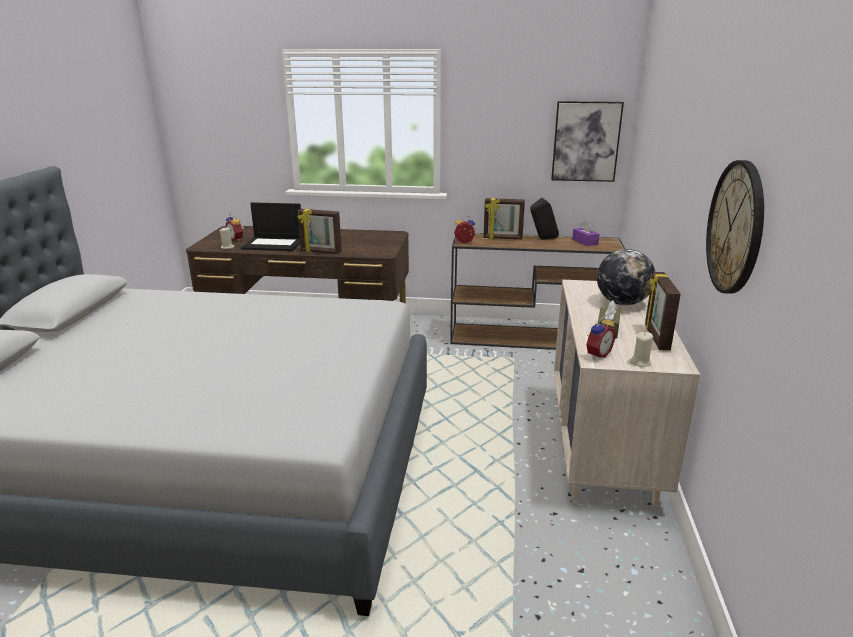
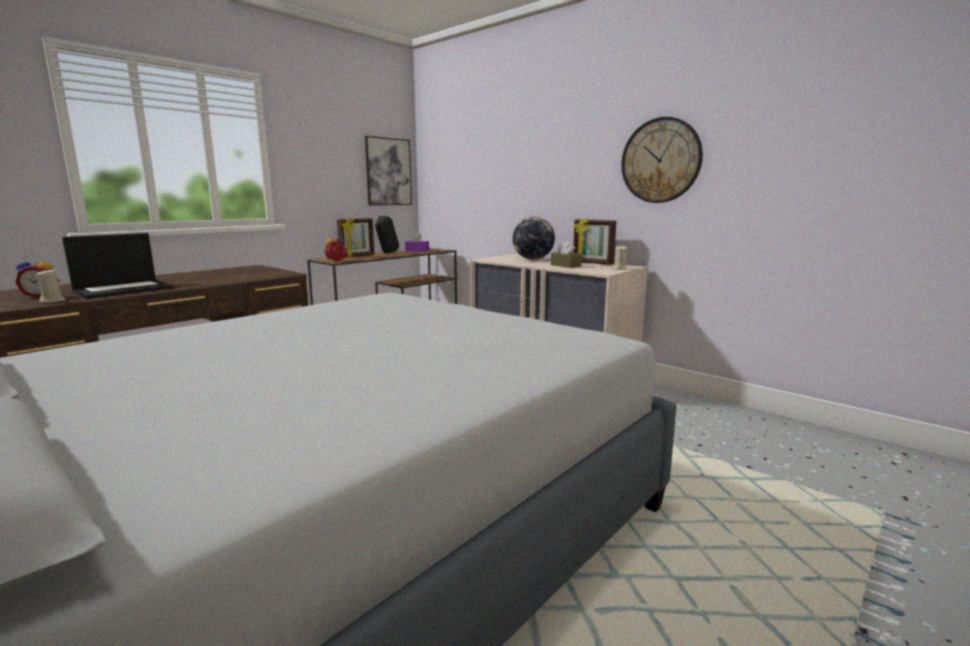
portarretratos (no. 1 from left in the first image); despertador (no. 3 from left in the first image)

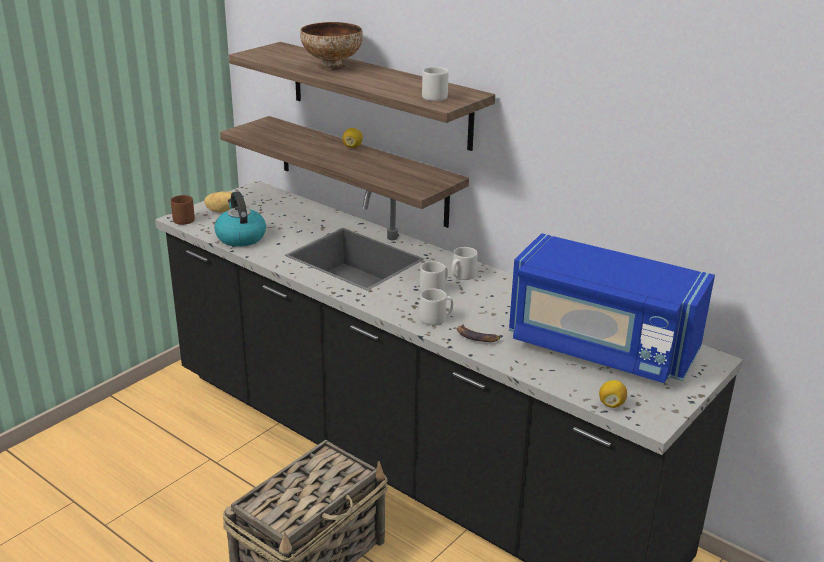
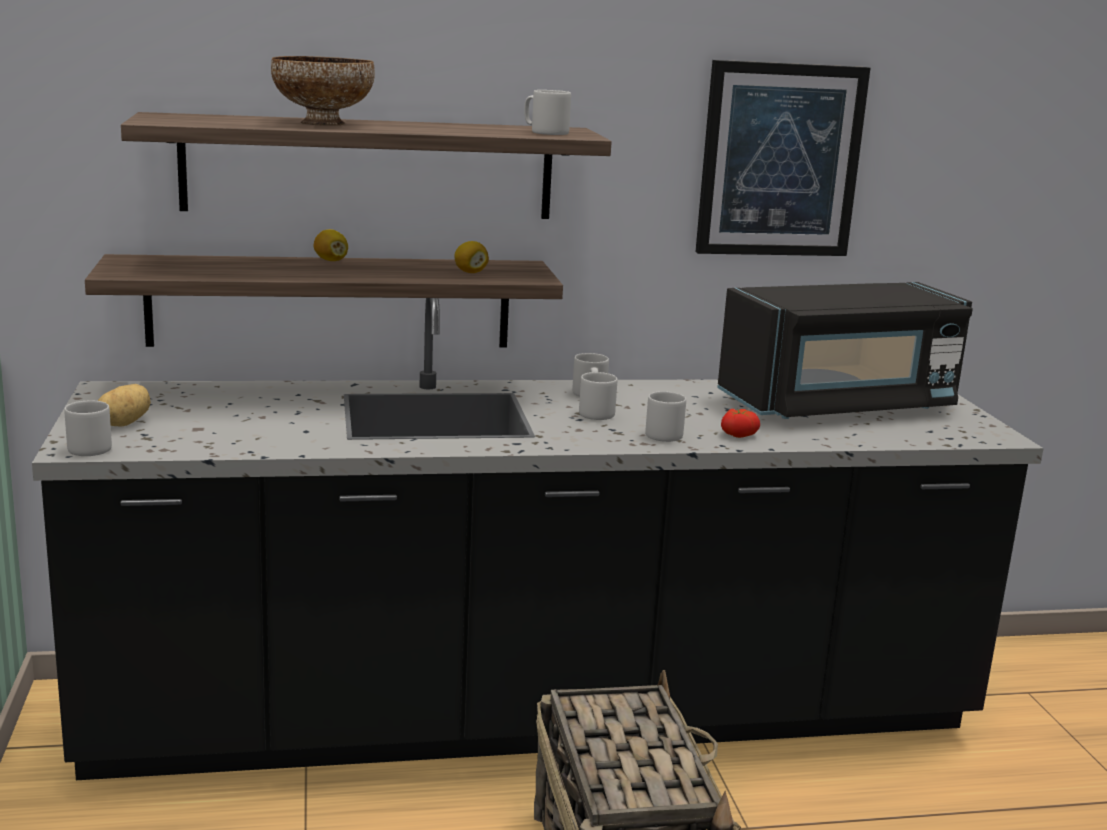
taza grande [gris] (no. 1 from left); hervidor; tomate; microondas [negro]; limón (no. 2 from left); cuadro

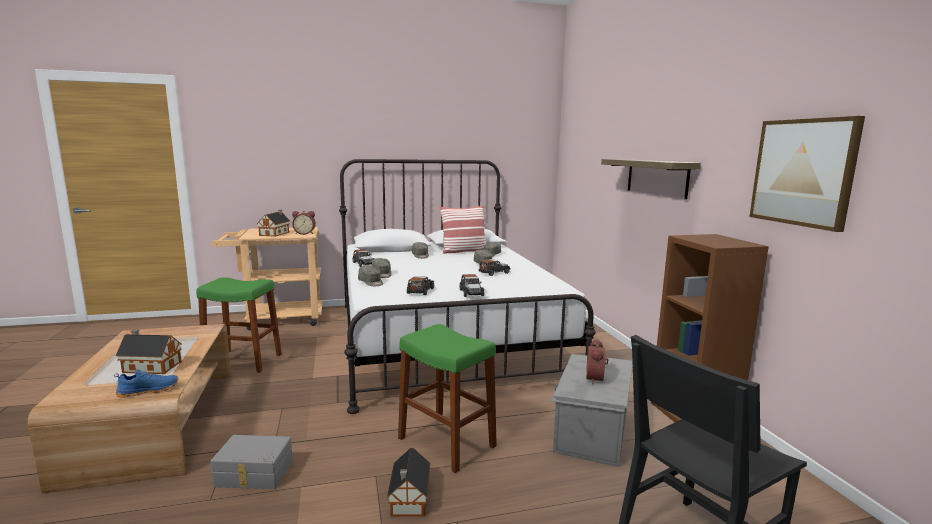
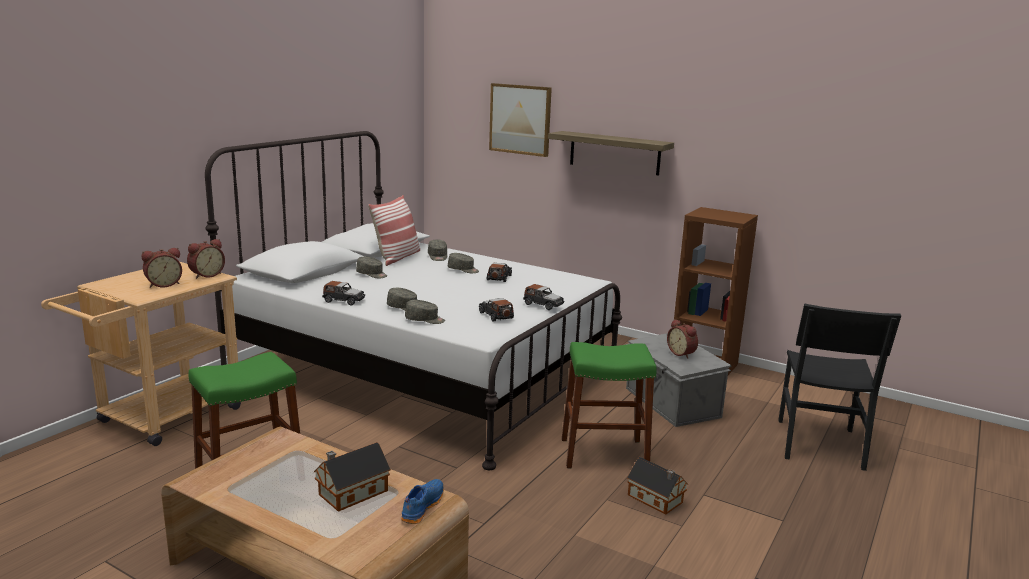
caja de almacenaje [gris] (no. 1 from left in the first image); despertador (no. 1 from left); cuadro

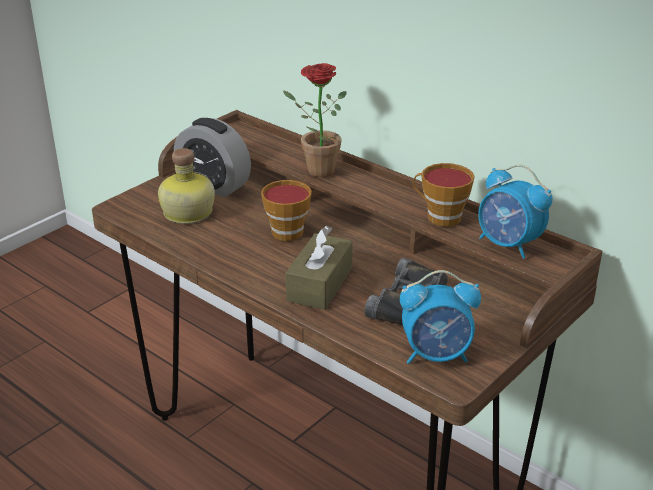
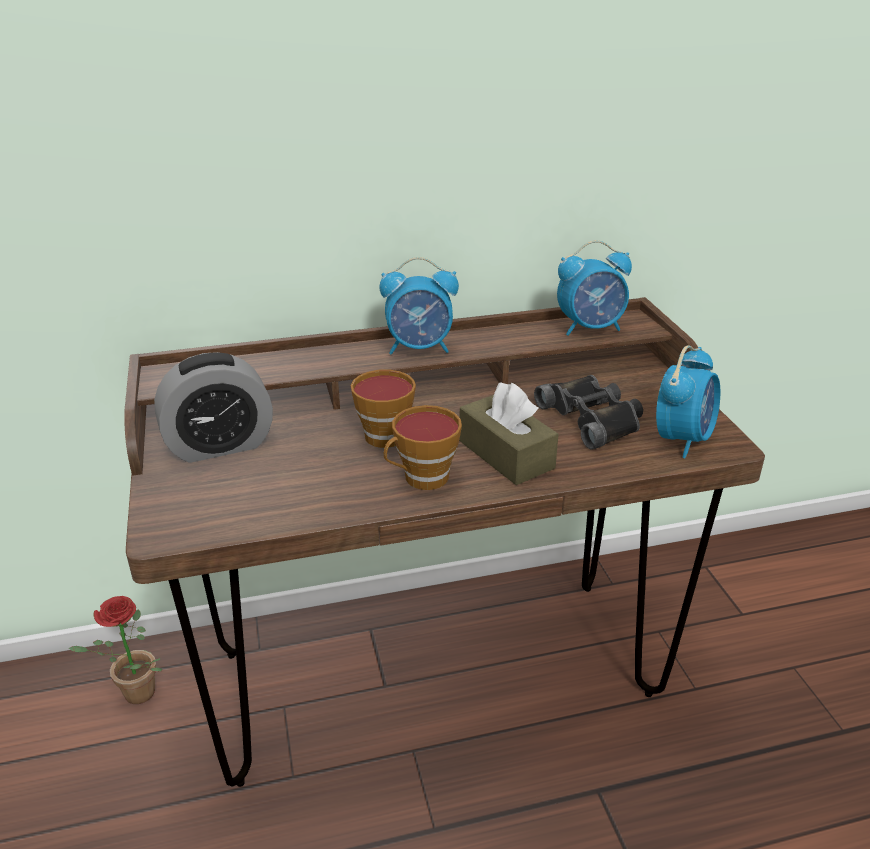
botella; planta en maceta; taza (no. 2 from left); despertador (no. 2 from left)

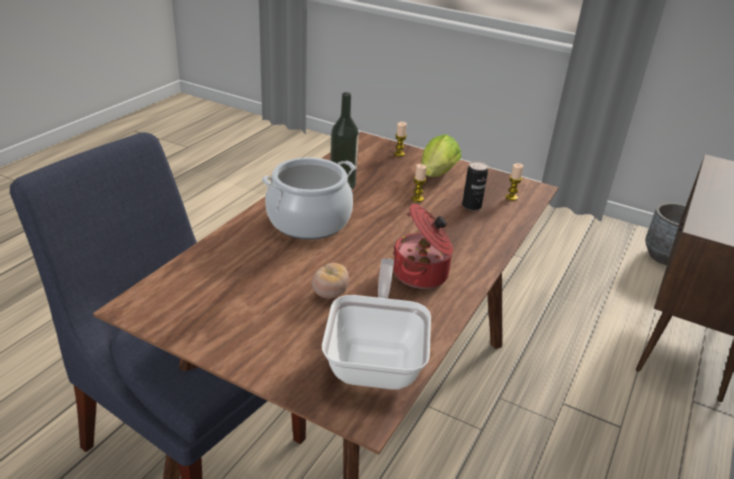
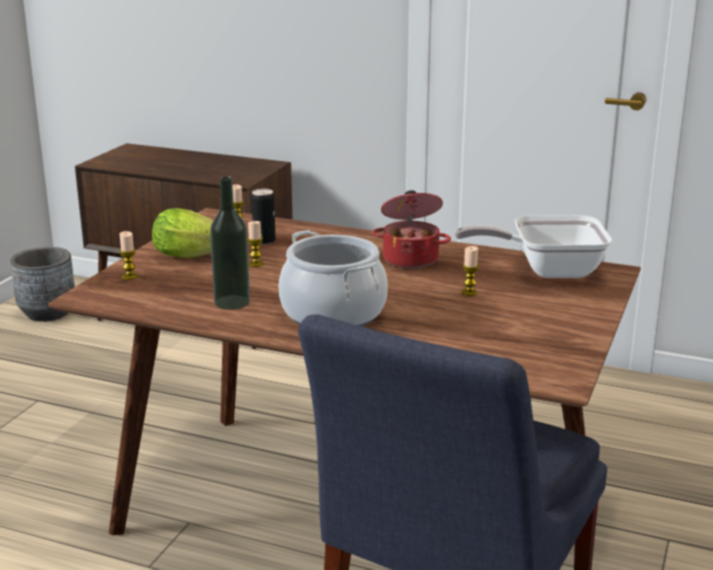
vela (no. 4 from left)

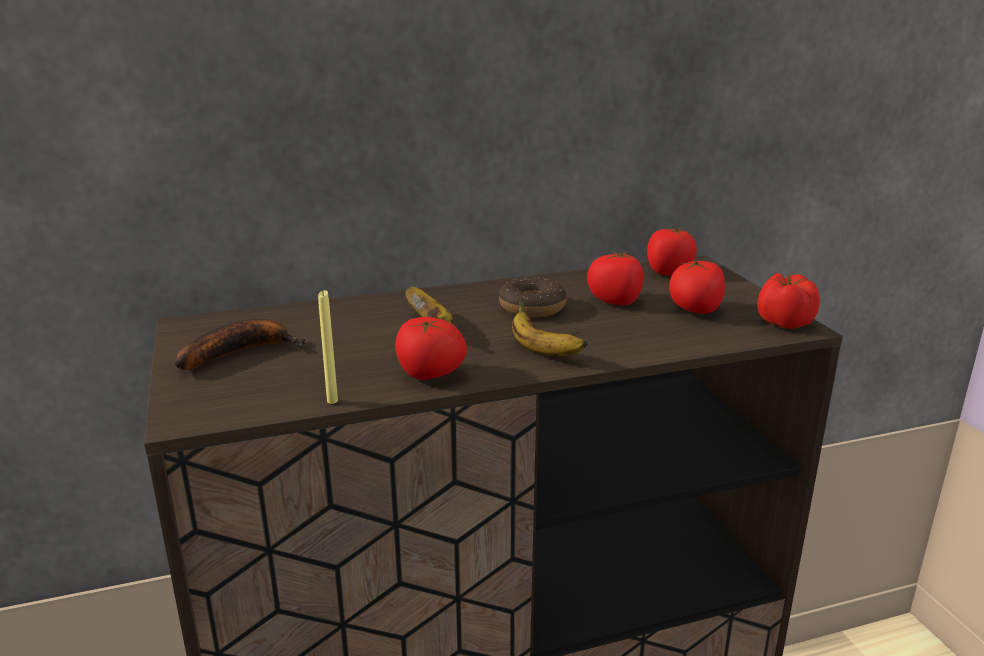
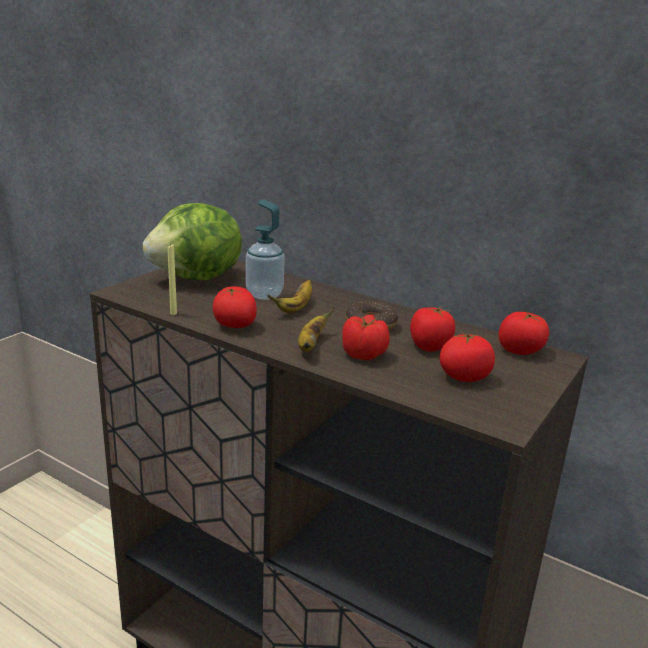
lechuga; tomate (no. 2 from left); dispensador de jabón

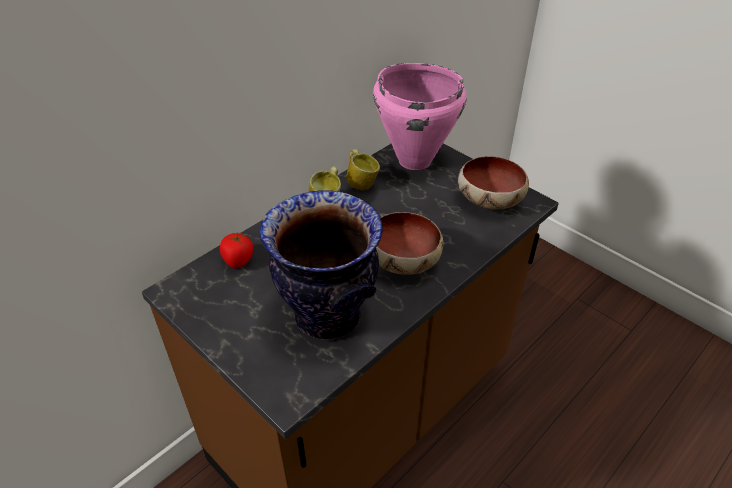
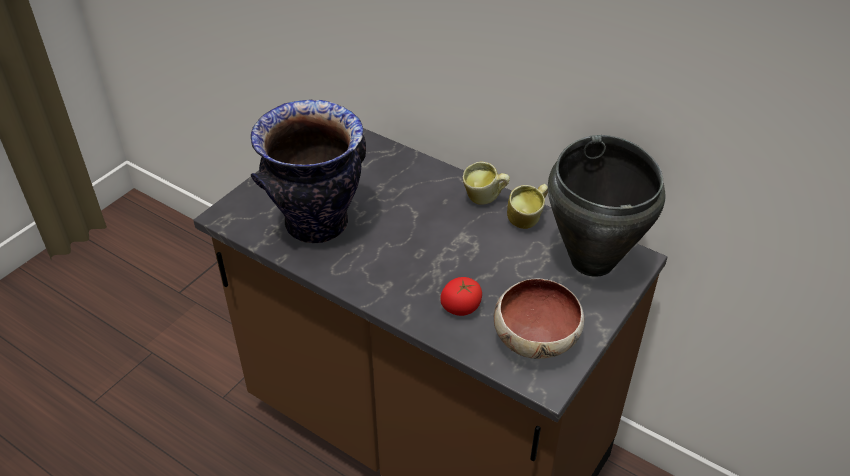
tomate; olla [negro]; cuenco (no. 1 from left in the first image)

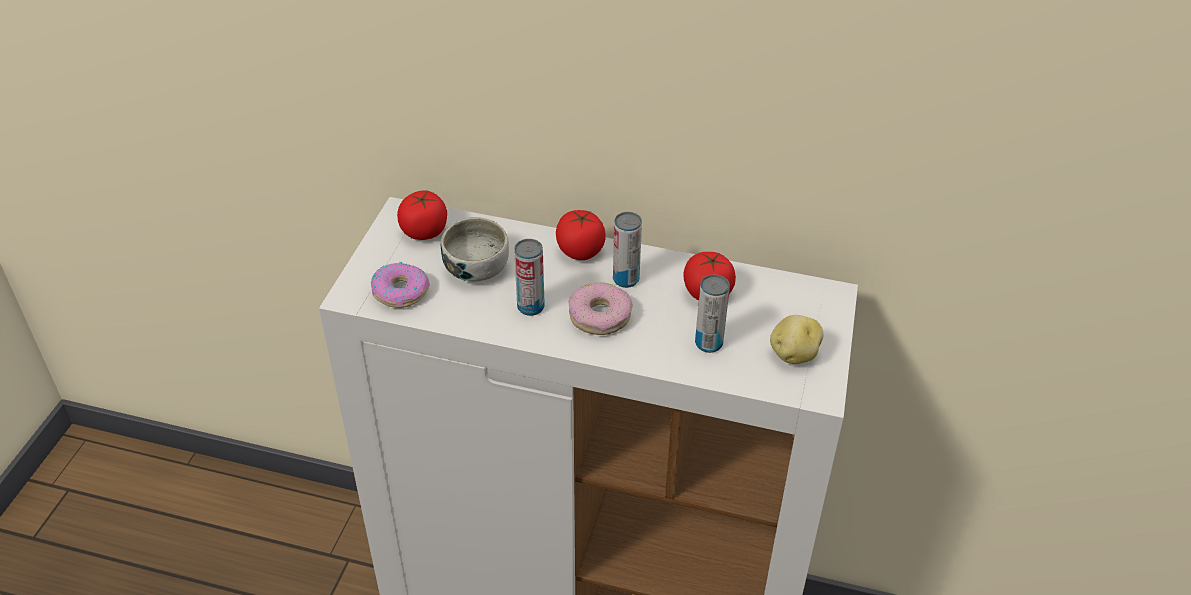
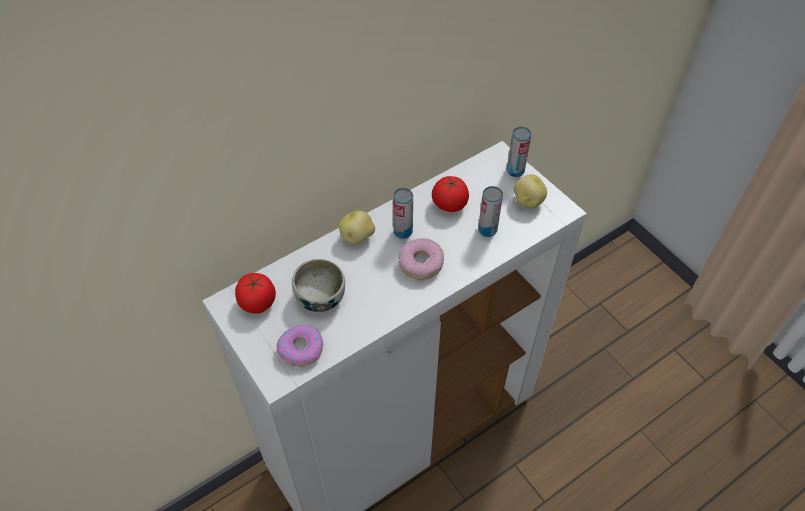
lata (no. 3 from left); patata (no. 1 from left)

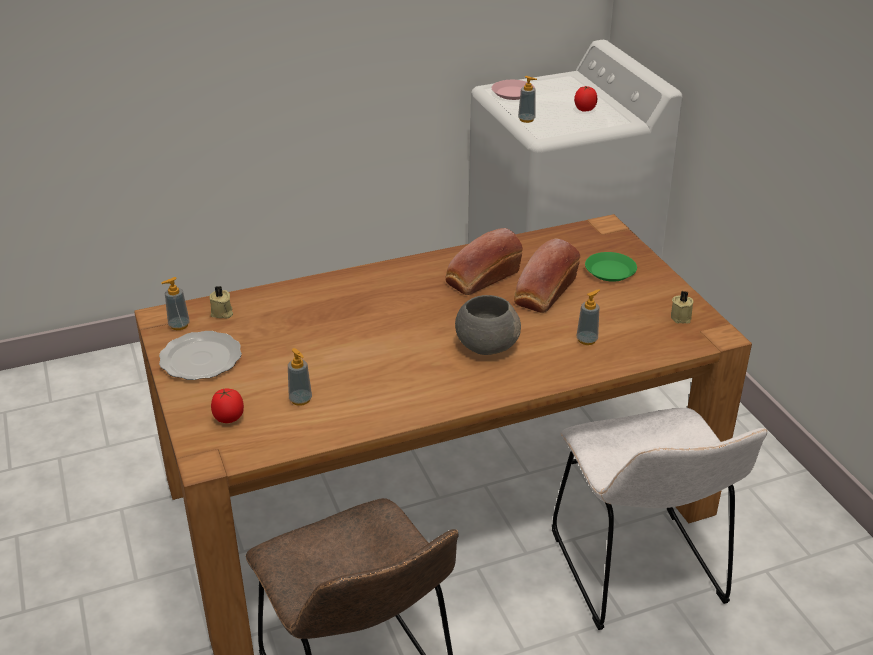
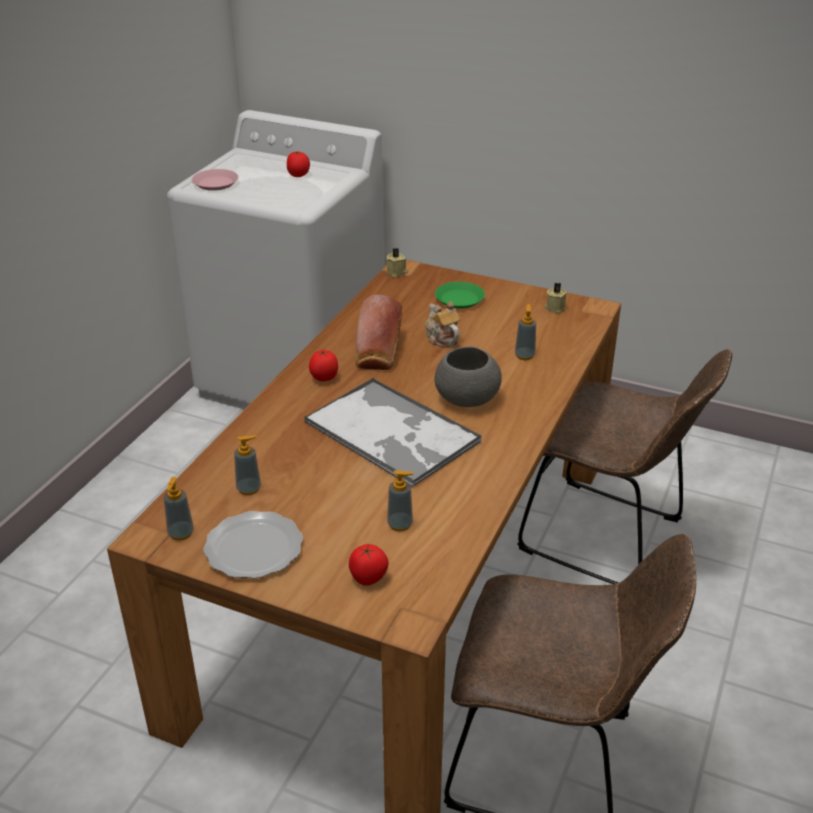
vela [beis] (no. 1 from left); tetera; dispensador de jabón (no. 2 from left); silla [marrón] (no. 2 from left); bandeja; tomate (no. 2 from left)

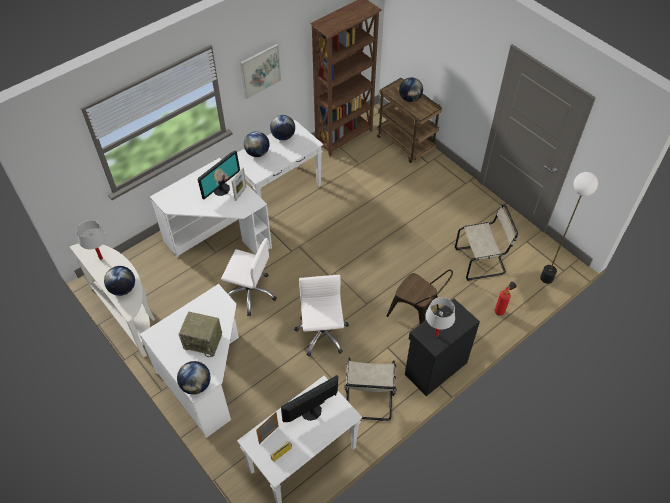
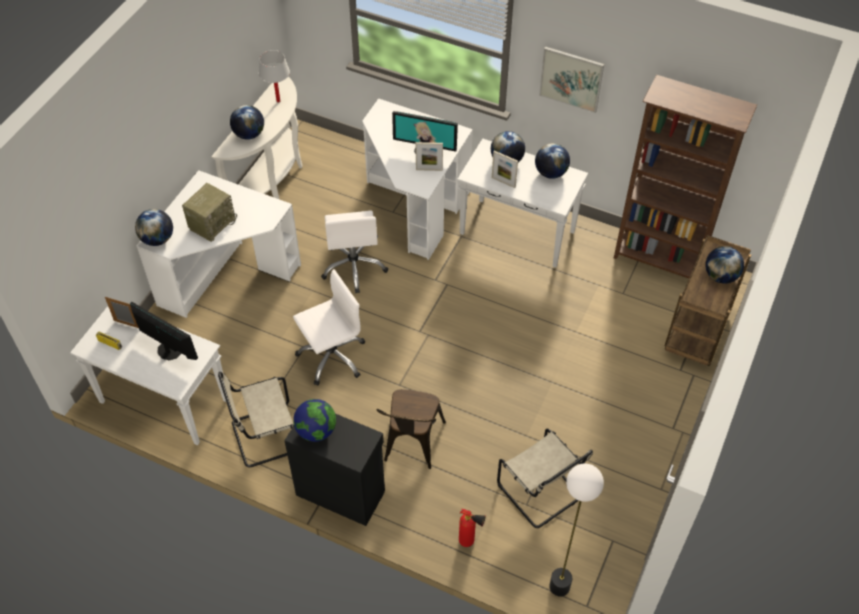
radio (no. 2 from left); globo terráqueo (no. 3 from left); portarretratos (no. 3 from left)

